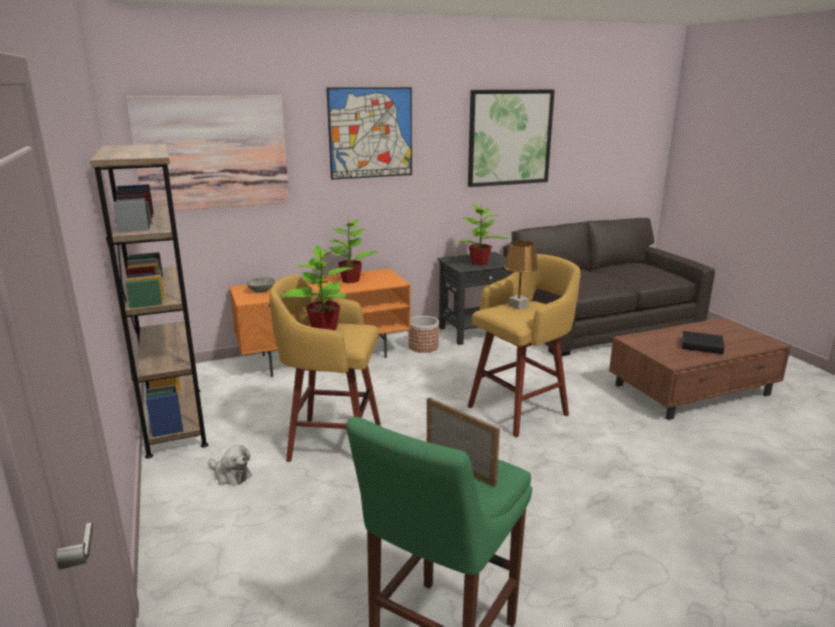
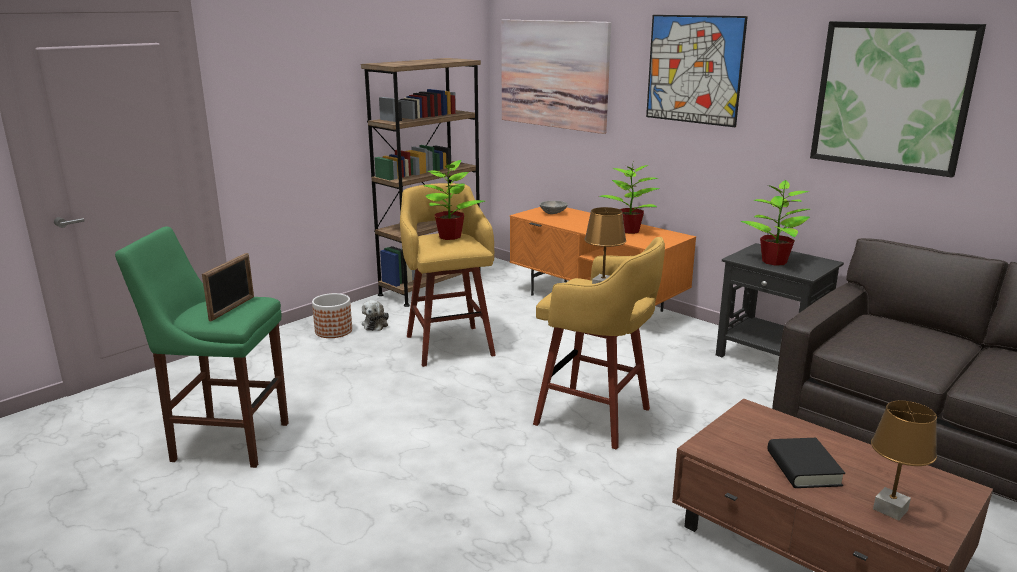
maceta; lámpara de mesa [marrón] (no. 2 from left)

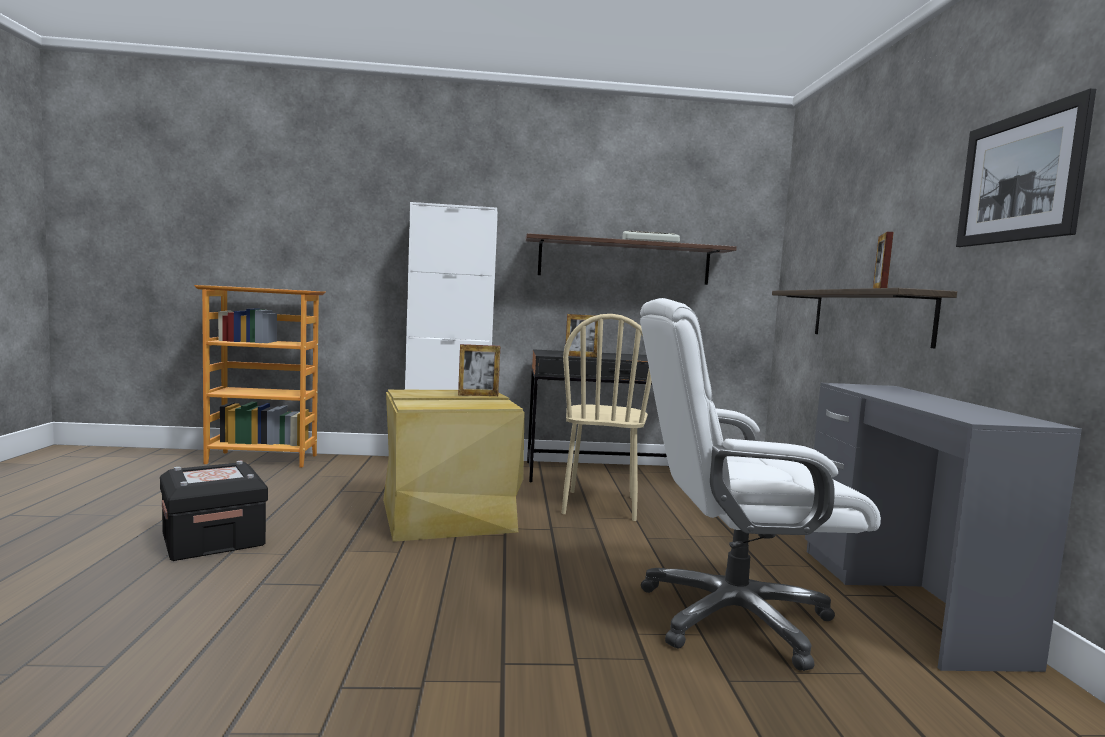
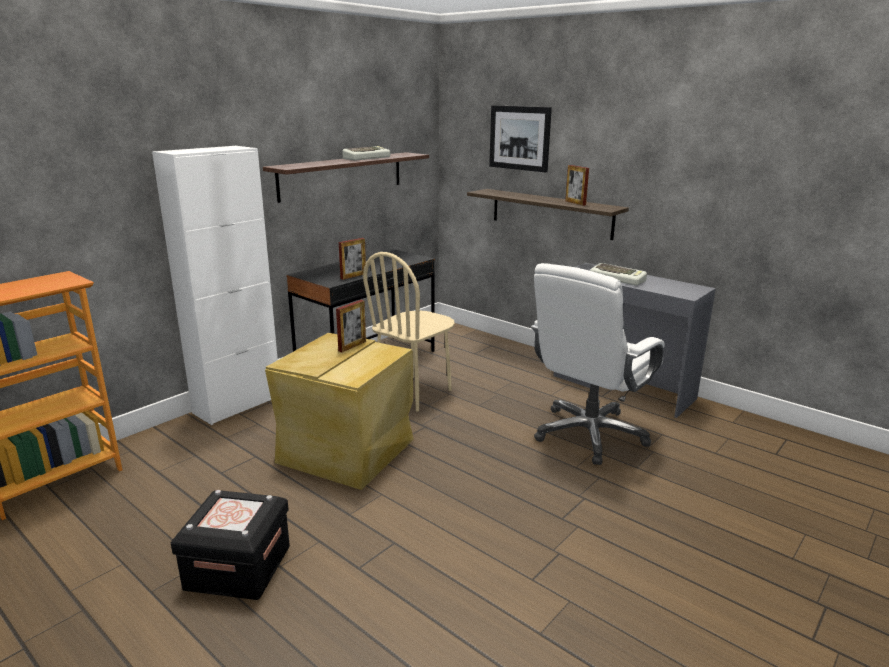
silla [beis]; cuadro; teclado (no. 2 from left)

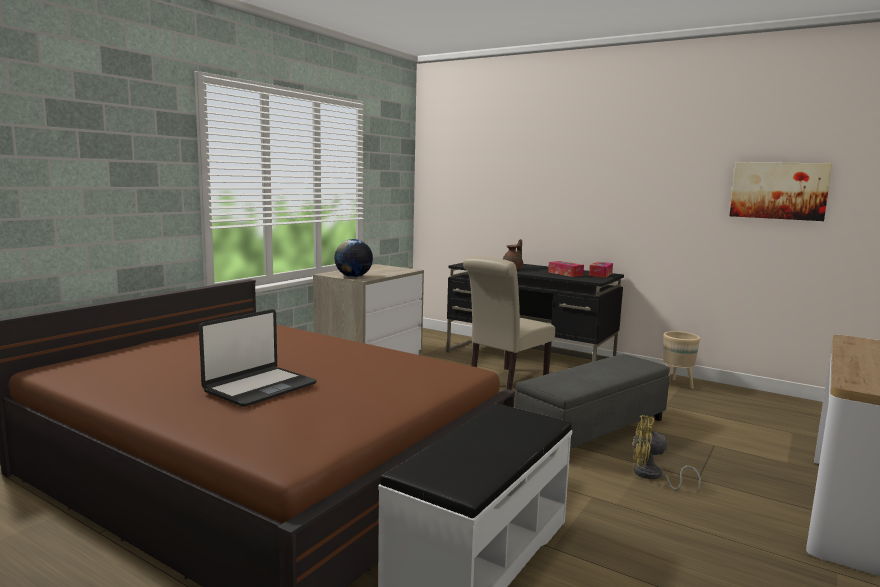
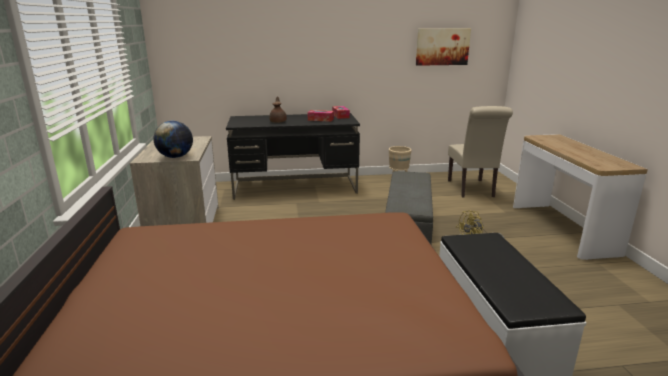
portátil; silla [beis]

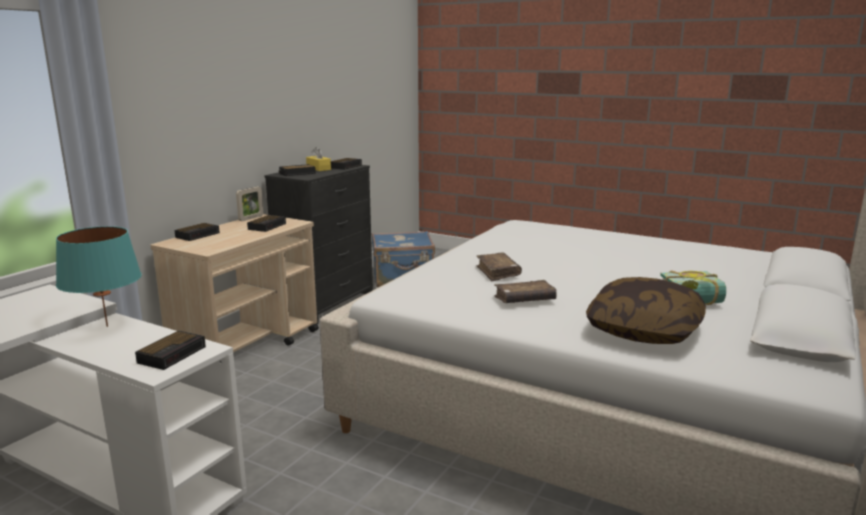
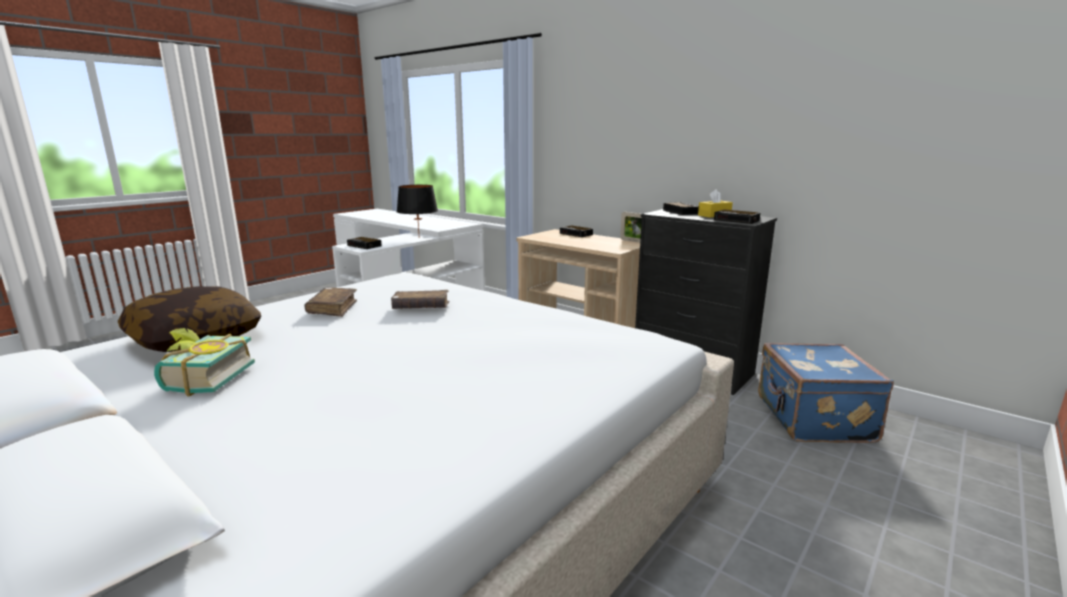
lámpara de mesa [negro]; despertador (no. 3 from left in the first image)

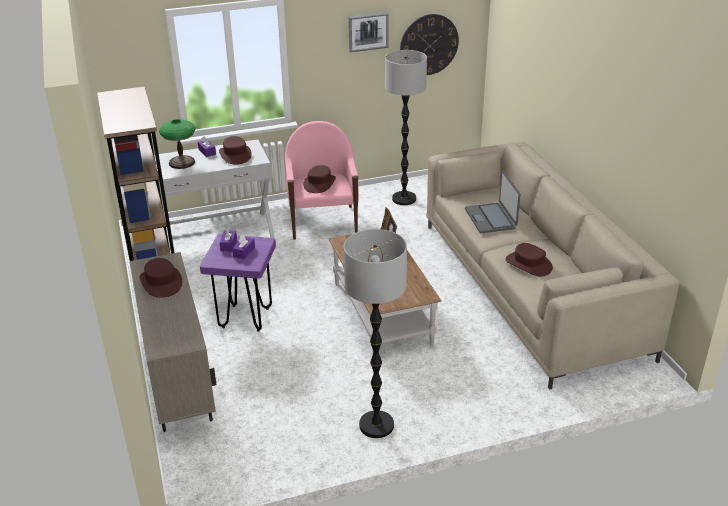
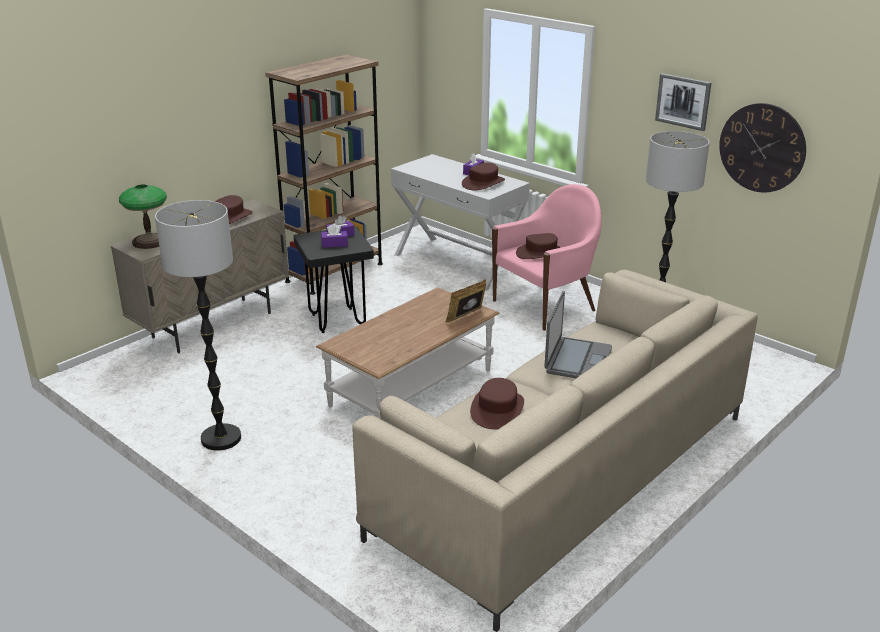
lámpara de mesa; taburete [negro]; portátil

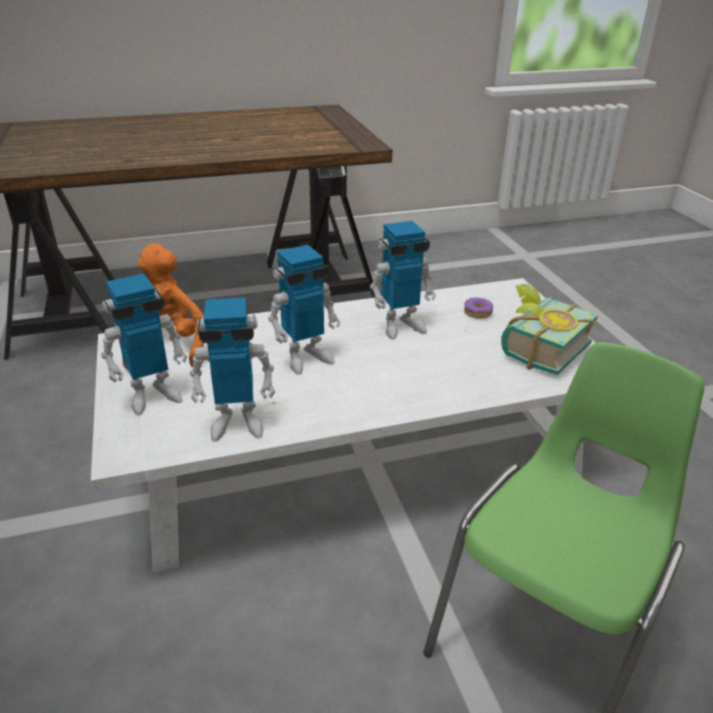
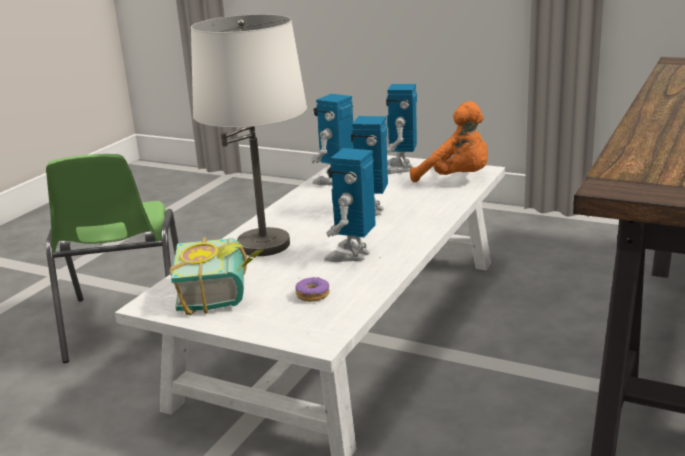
lámpara de mesa [blanco]

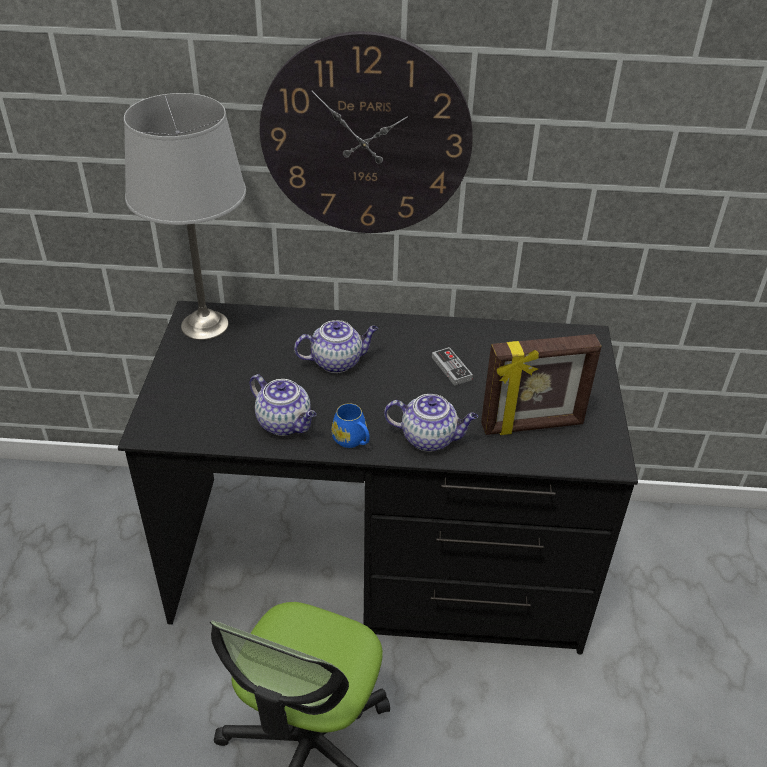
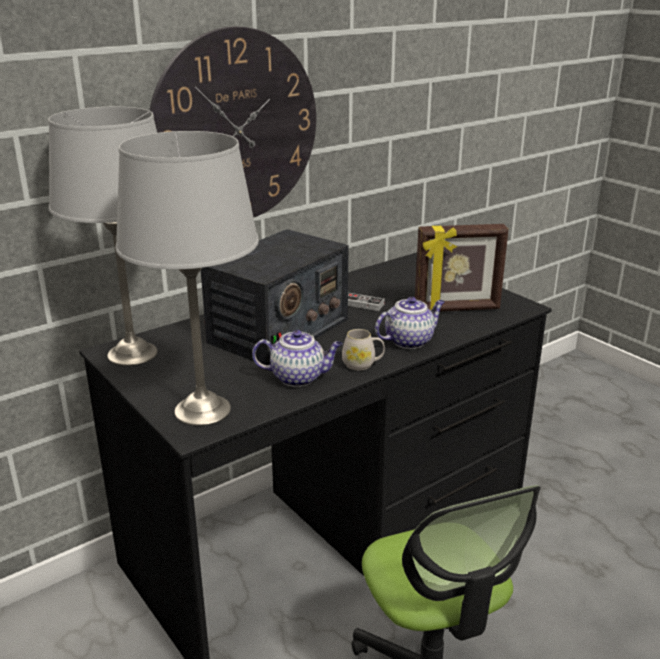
radio; taza grande [blanco]; portarretratos; lámpara de mesa [gris] (no. 2 from left)

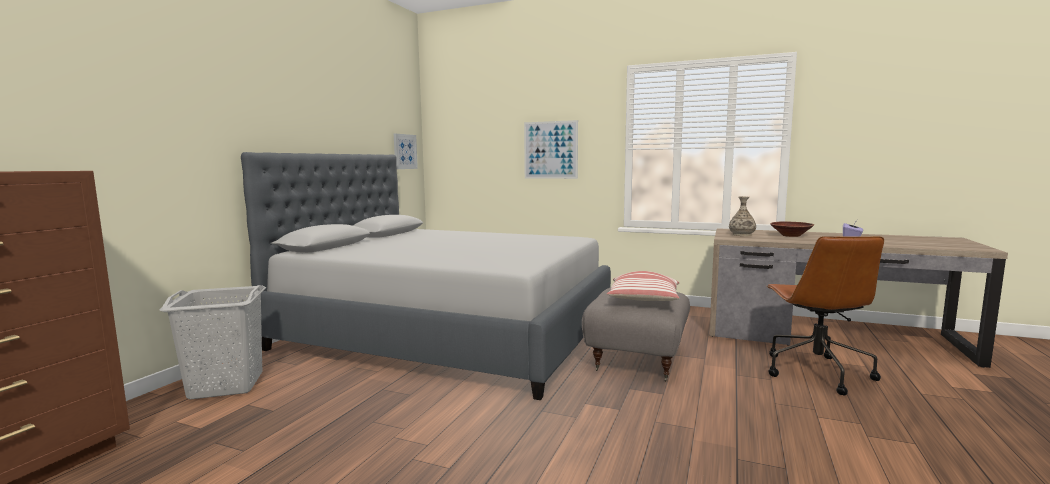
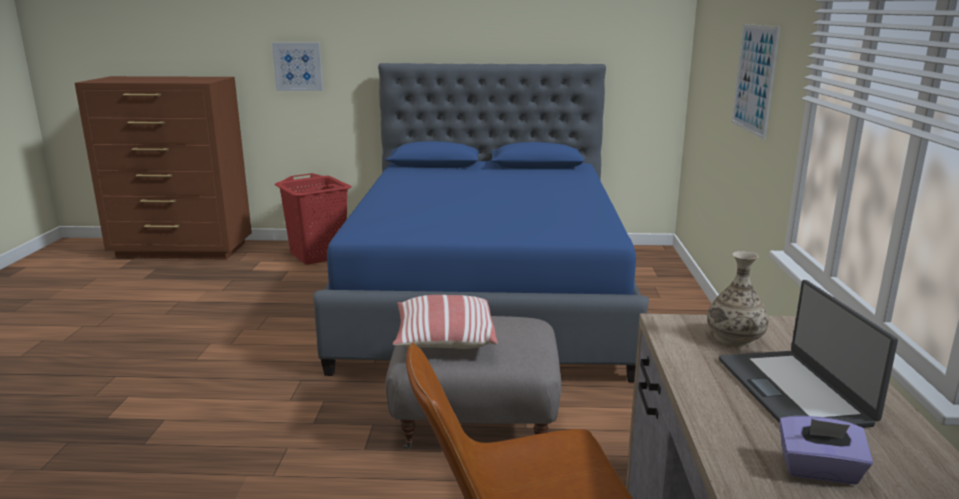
cesto de la ropa [rojo]; cama [azul]; cuadro (no. 1 from left); portátil

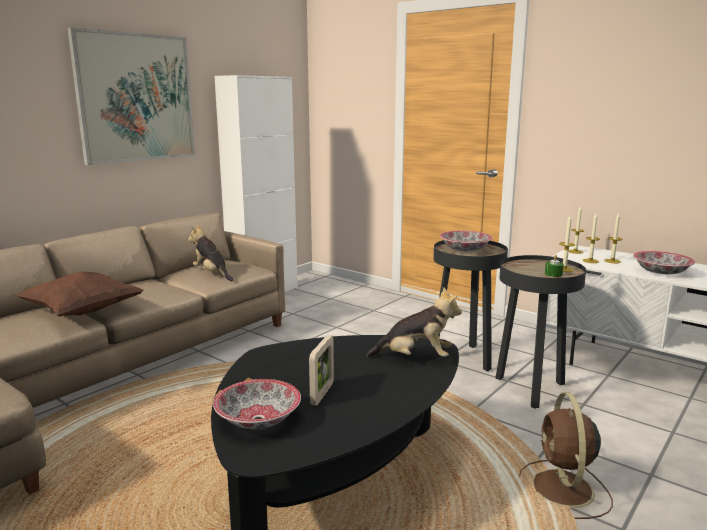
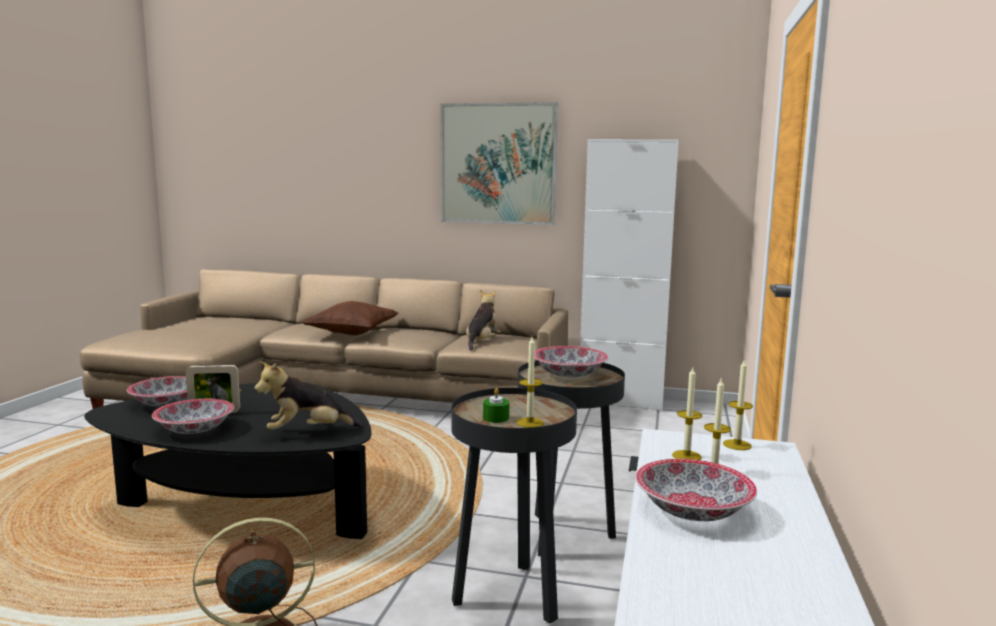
peluche (no. 1 from left); cuenco (no. 2 from left)

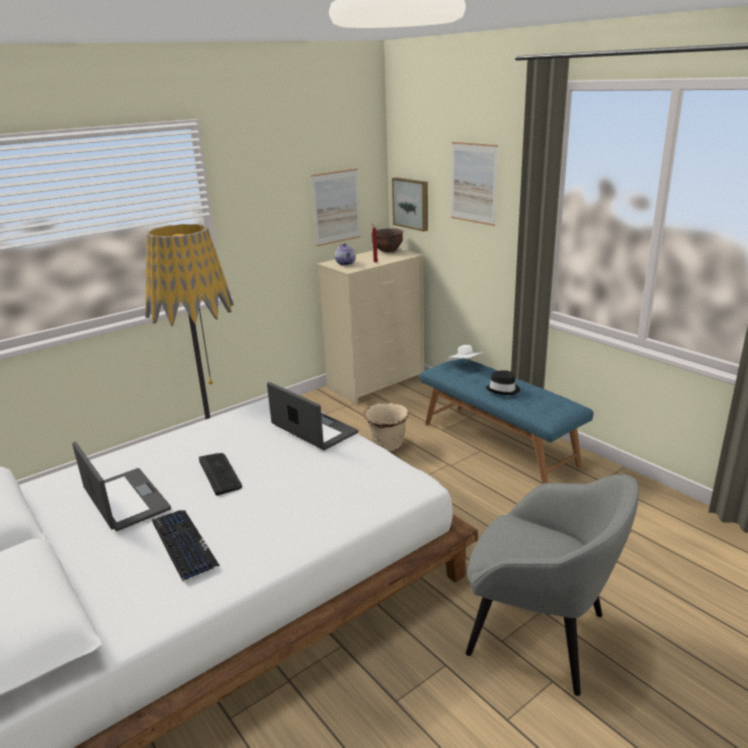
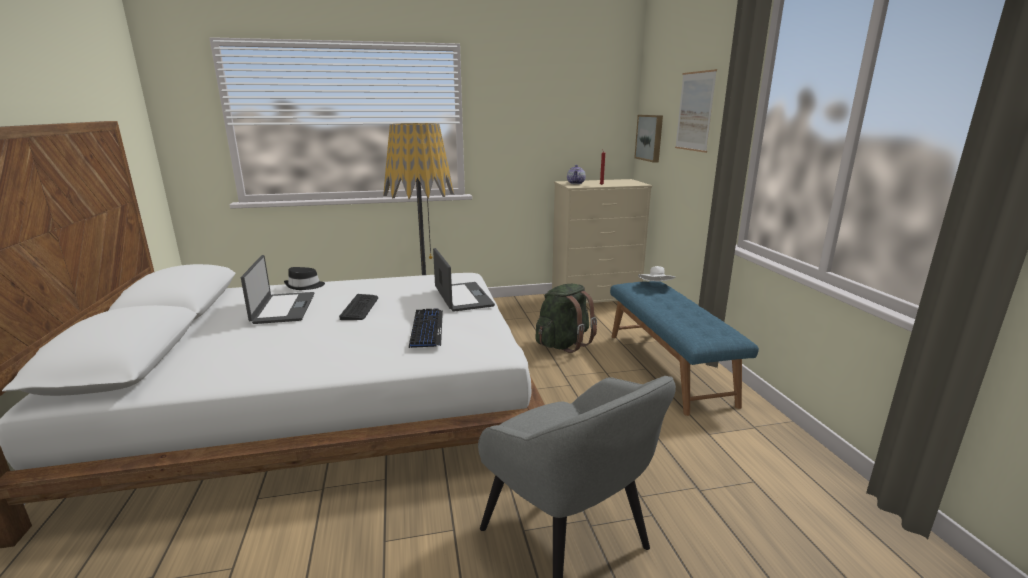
teclado (no. 2 from left); cuadro (no. 1 from left in the first image); mochila [verde]; cuenco [marrón]; sombrero [negro]

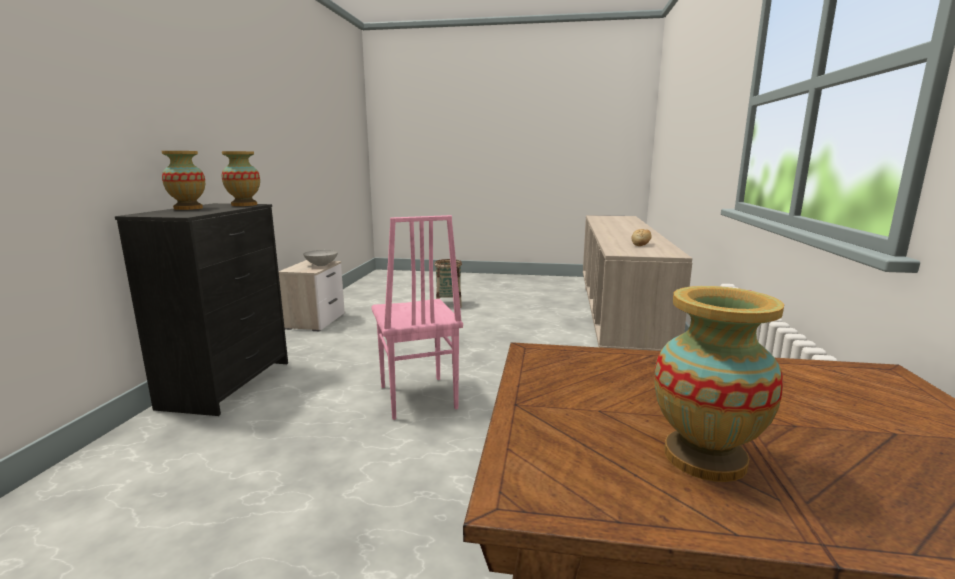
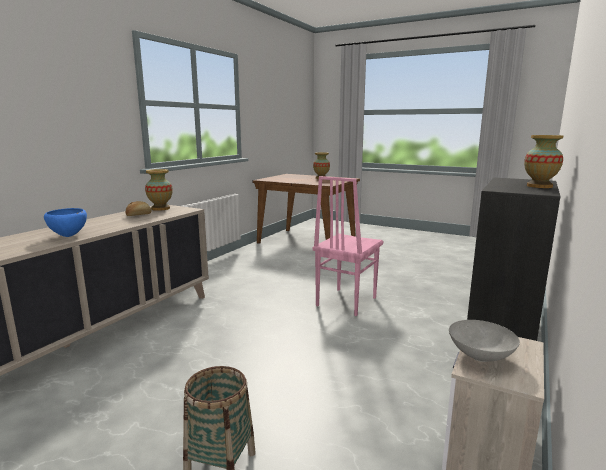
florero (no. 1 from left); silla [rosa]; cuenco [azul]

